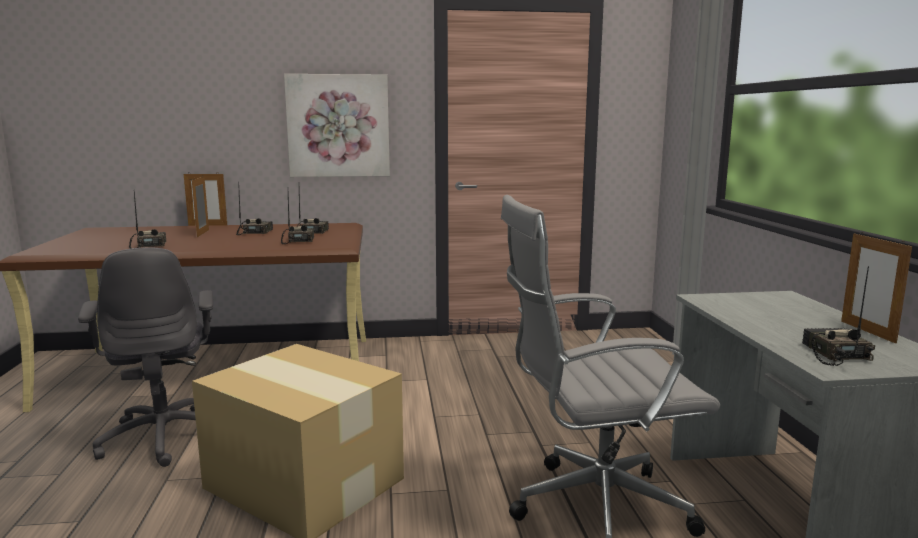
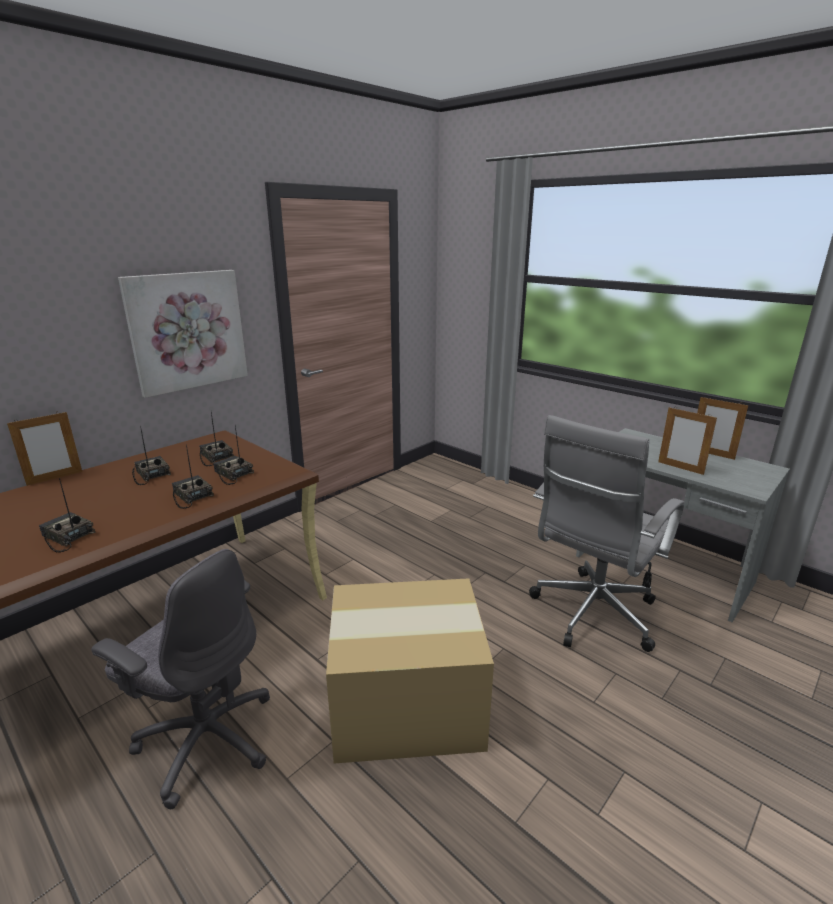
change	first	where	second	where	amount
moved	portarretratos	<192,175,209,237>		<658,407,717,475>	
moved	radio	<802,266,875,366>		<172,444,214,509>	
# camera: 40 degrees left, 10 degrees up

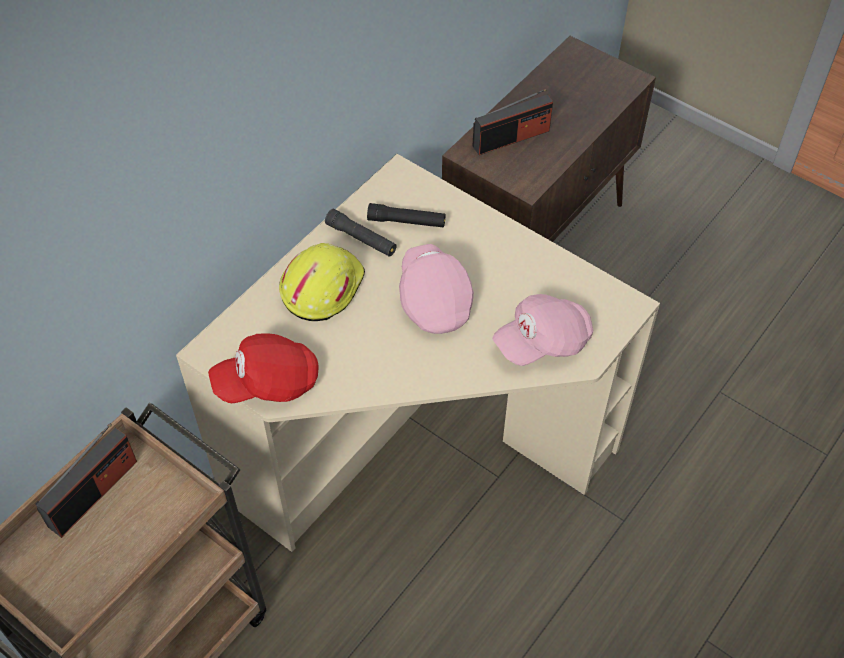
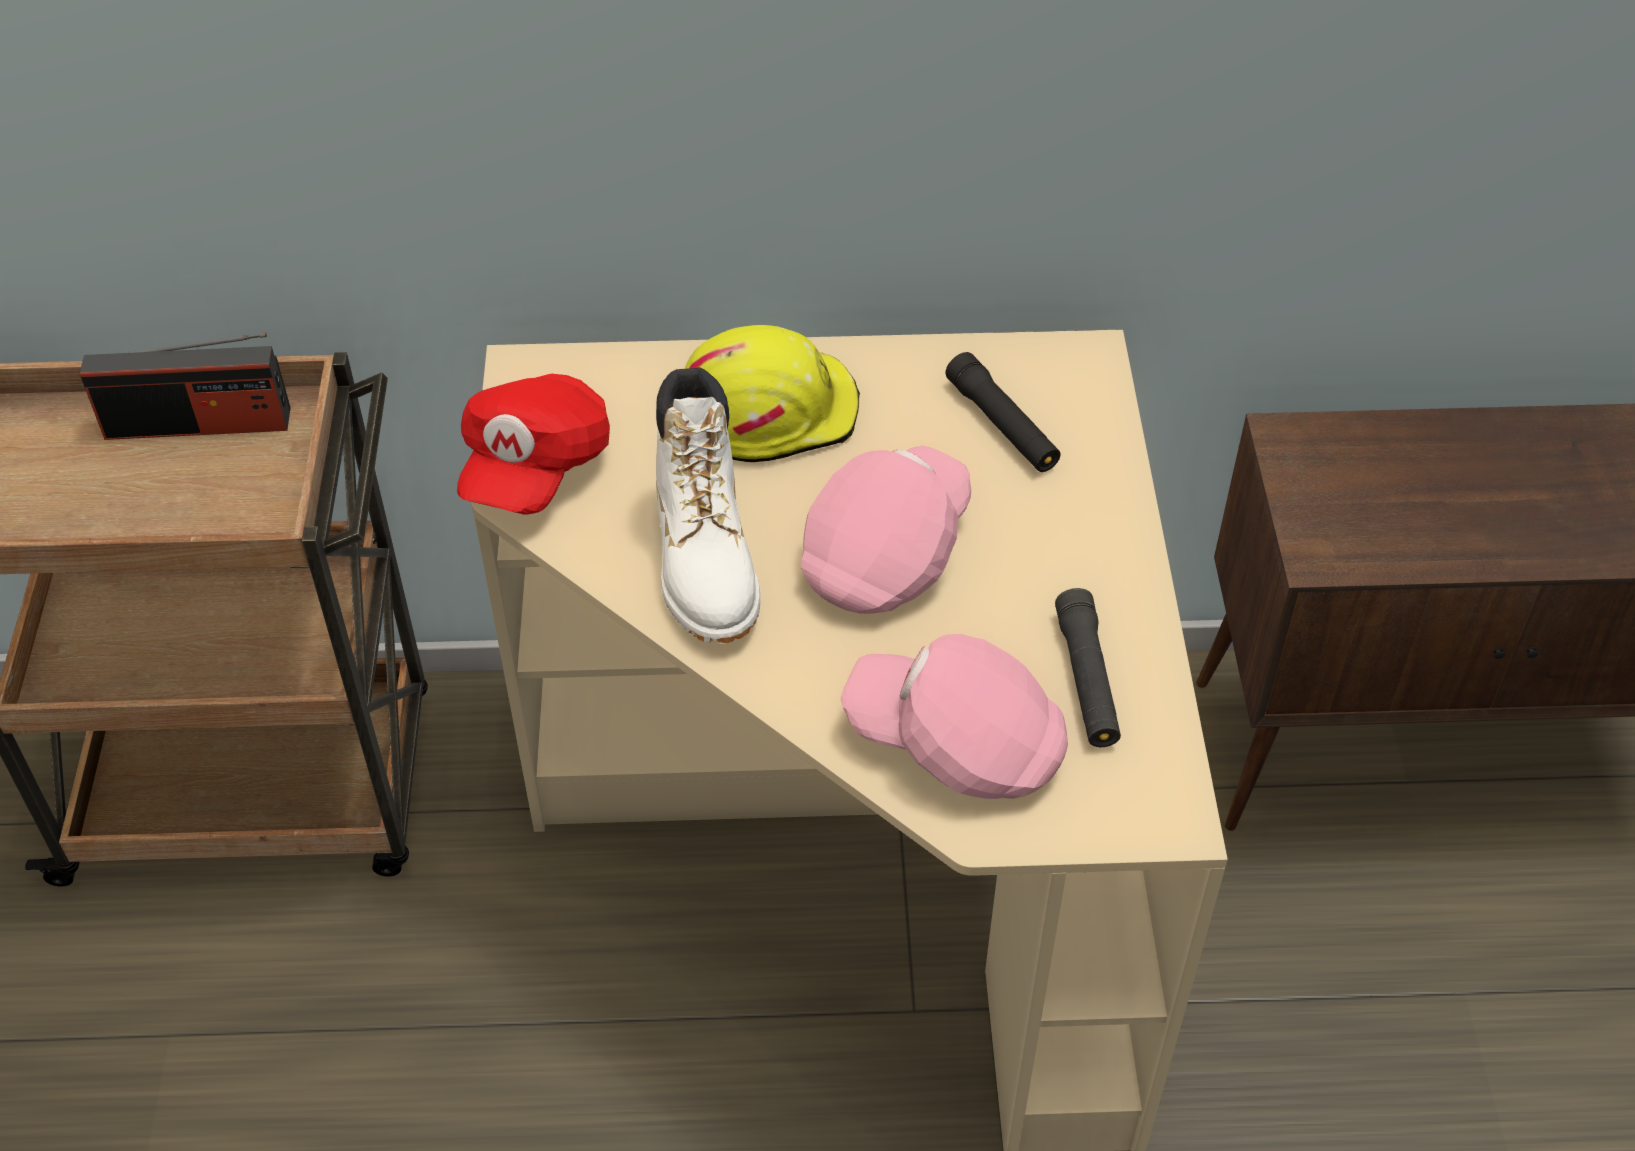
change	first	where	second	where	amount
turned	gorra (rojo)	<208,334,319,403>		<457,374,610,515>	105 degrees counterclockwise
moved	linterna (negro)	<325,209,396,257>		<1055,588,1121,747>	
removed	radio	<472,89,553,155>			
added			bota (blanco)	<656,367,760,644>	
# camera: 50 degrees right, 5 degrees down

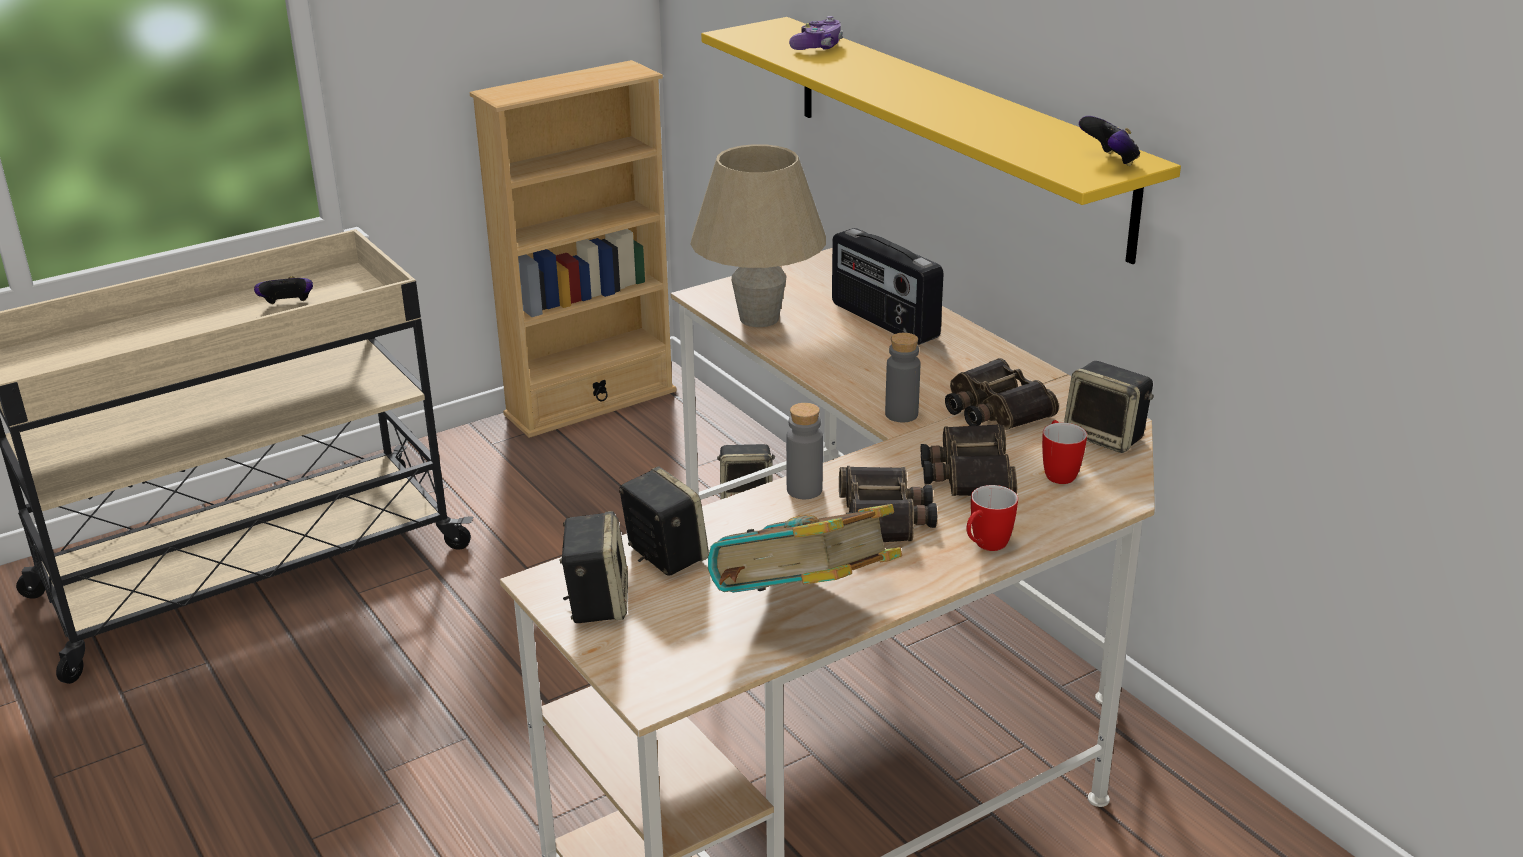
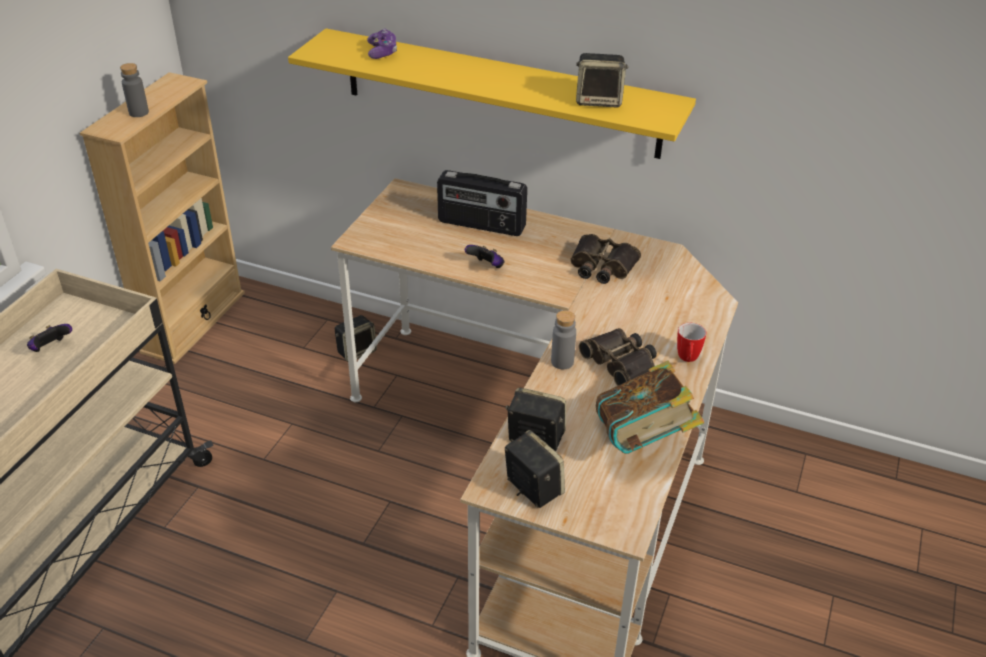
change	first	where	second	where	amount
removed	lámpara de mesa (beis)	<690,144,826,327>			
moved	botella (gris)	<885,333,920,422>		<120,63,149,117>	
removed	prismáticos	<921,424,1017,496>			
removed	taza grande	<1042,420,1087,484>			
moved	altavoz	<1064,361,1154,453>		<576,53,628,107>	
moved	mando de consola	<1079,116,1140,166>		<465,245,504,268>	
# camera: 35 degrees left, 10 degrees up

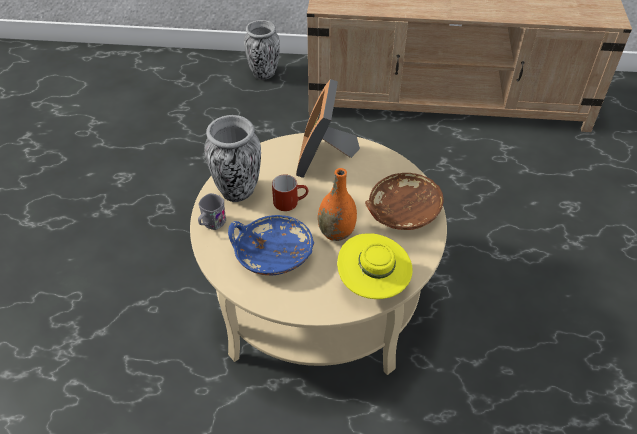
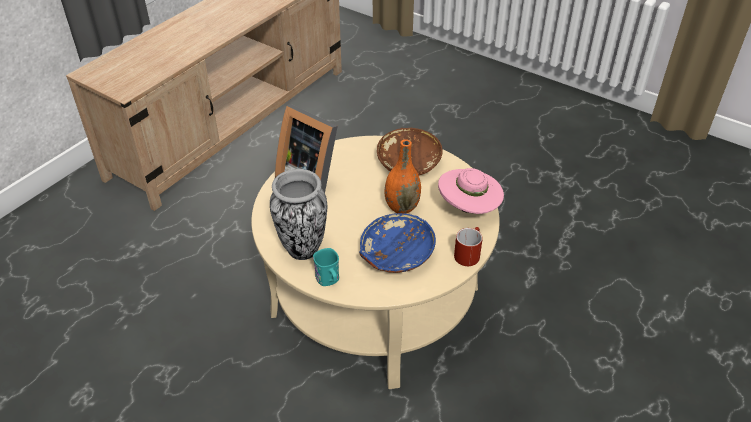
change	first	where	second	where	amount
recoloured	taza grande (gris)	<198,193,226,230>	taza grande (turquesa)	<313,248,339,286>	
removed	florero	<244,20,280,80>			
moved	taza grande (rojo)	<272,174,308,211>		<454,227,483,266>	
recoloured	sombrero (amarillo)	<337,233,413,299>	sombrero (rosa)	<438,168,504,214>	
# camera: 60 degrees left, 5 degrees down

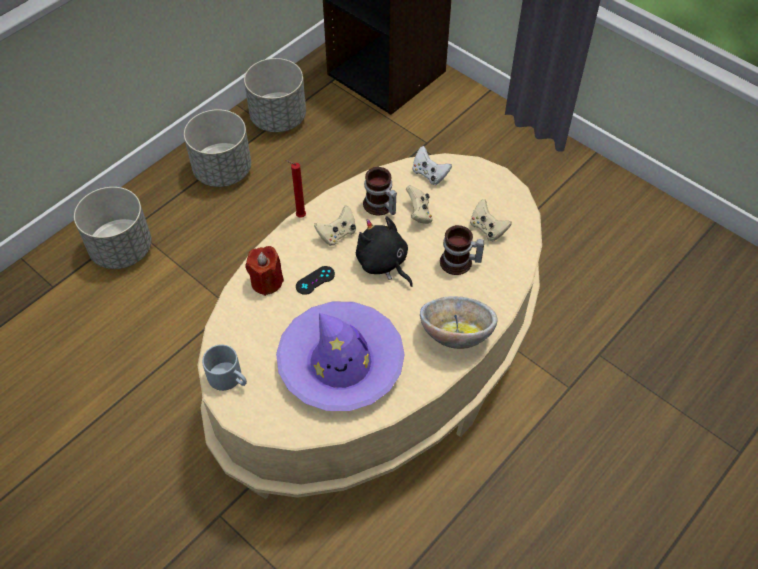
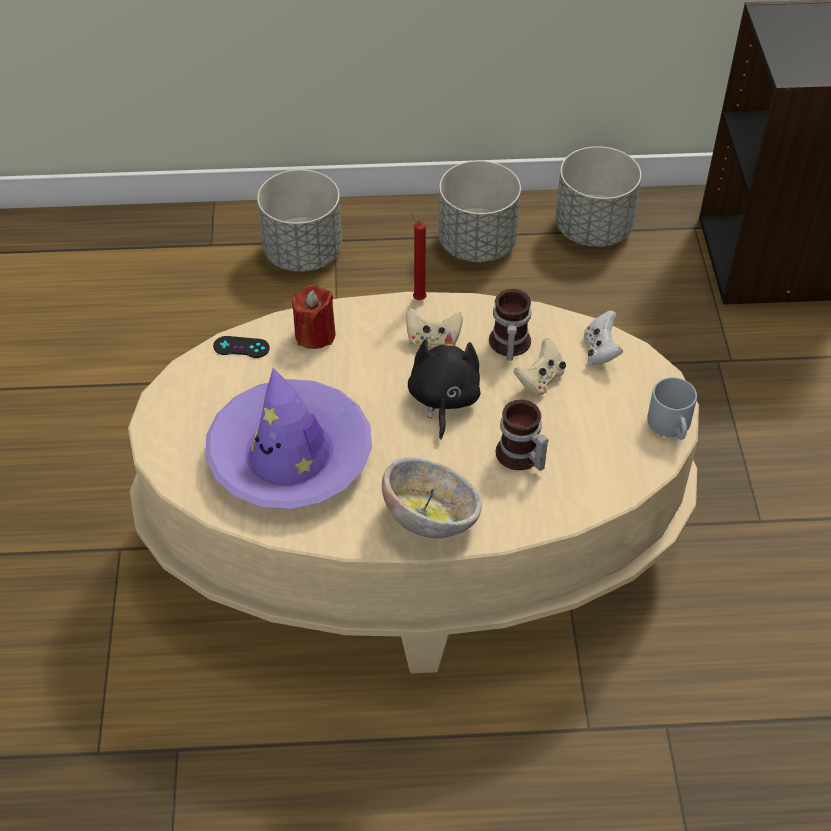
change	first	where	second	where	amount
moved	taza grande (gris)	<202,344,247,391>		<647,377,697,440>	
moved	mando de consola (negro)	<296,266,335,295>		<213,336,270,358>	
removed	mando de consola (beis)	<470,199,512,241>			
# camera: 45 degrees right, 5 degrees down

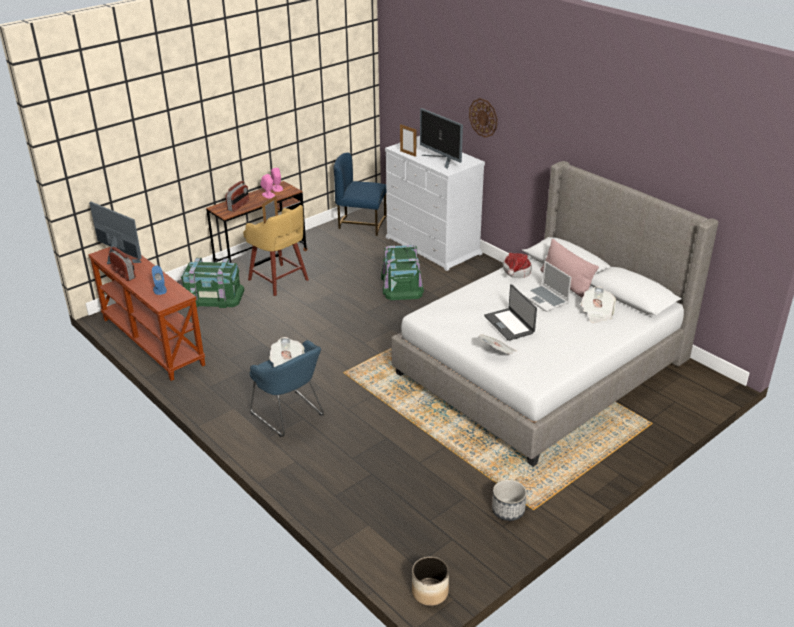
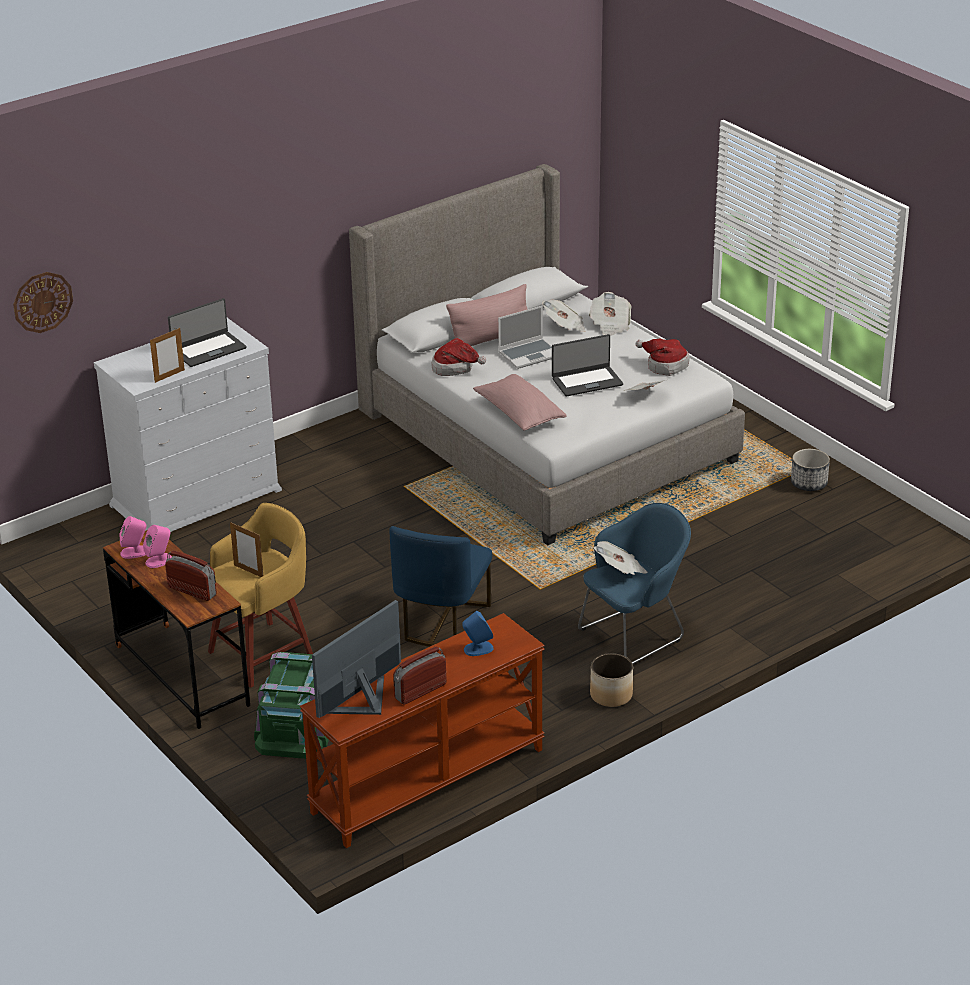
change	first	where	second	where	amount
moved	silla (azul)	<334,153,386,236>		<389,526,492,647>	
removed	caja de almacenaje (verde)	<381,245,424,300>			
moved	maceta	<412,557,449,606>		<590,653,633,707>	
replaced	monitor	<420,108,463,169>	portátil	<168,298,247,367>	
moved	reloj de pared	<469,98,497,138>		<13,272,73,333>	
added			cojín (rosa)	<473,374,567,431>	
added			periódico	<589,292,632,336>	
added			sombrero	<635,338,690,376>	
# camera: 85 degrees left, 0 degrees up

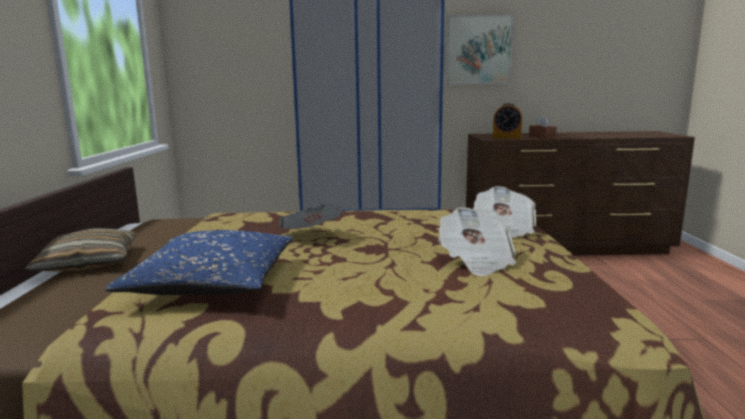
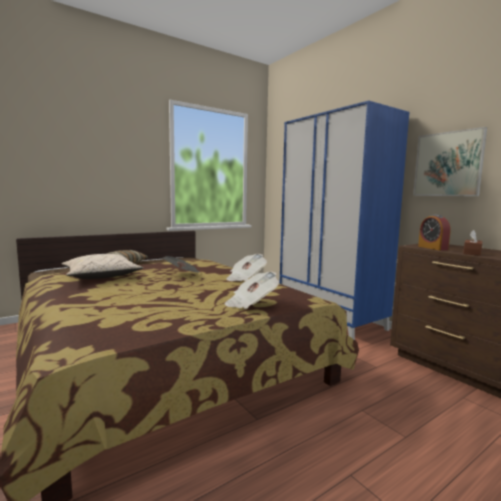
change	first	where	second	where	amount
recoloured	cojín (azul)	<105,230,293,295>	cojín (beis)	<62,254,143,279>	
moved	periódico	<438,207,517,276>		<226,254,267,281>	
# camera: 55 degrees right, 5 degrees down

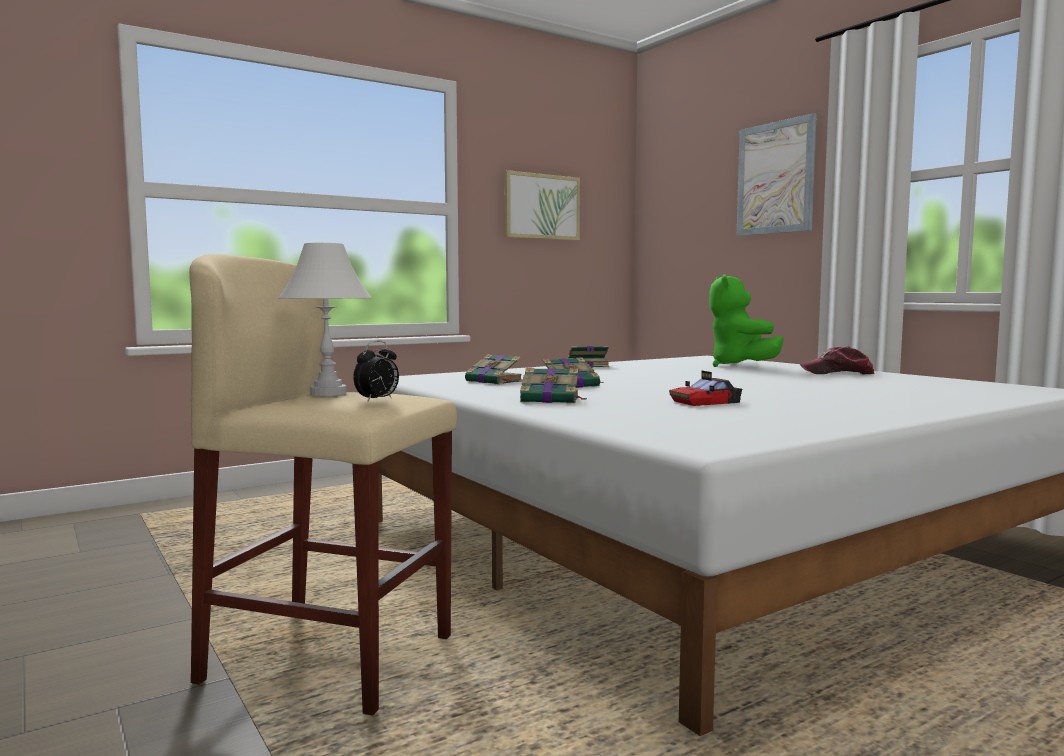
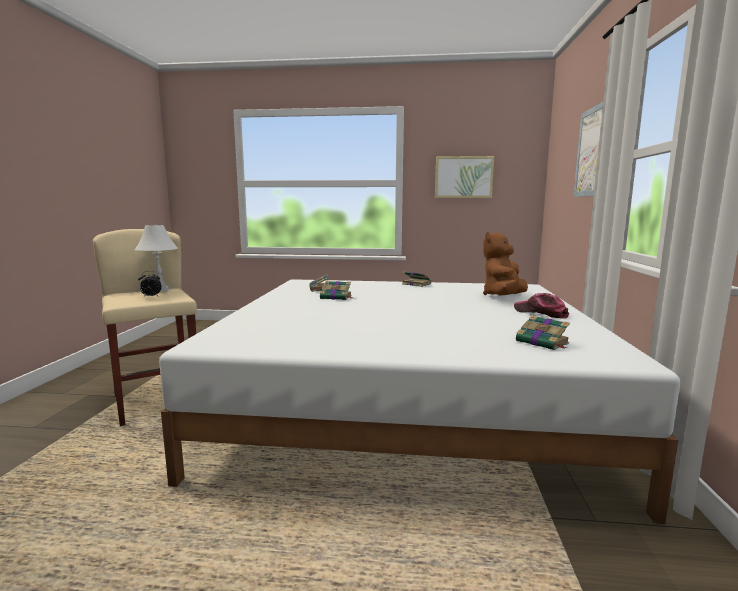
change	first	where	second	where	amount
moved	libro	<520,368,587,403>		<516,315,570,350>	
removed	coche de juguete	<669,371,742,406>			
recoloured	peluche (verde)	<709,274,784,367>	peluche (marrón)	<483,232,528,296>	
# camera: 40 degrees right, 5 degrees up

